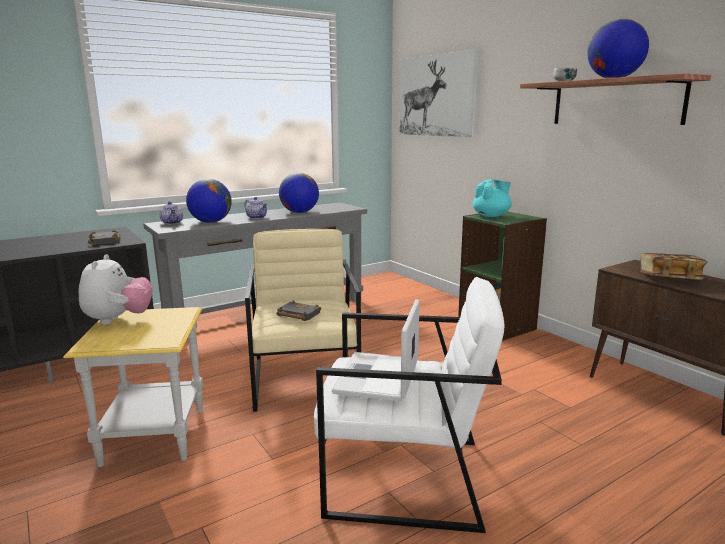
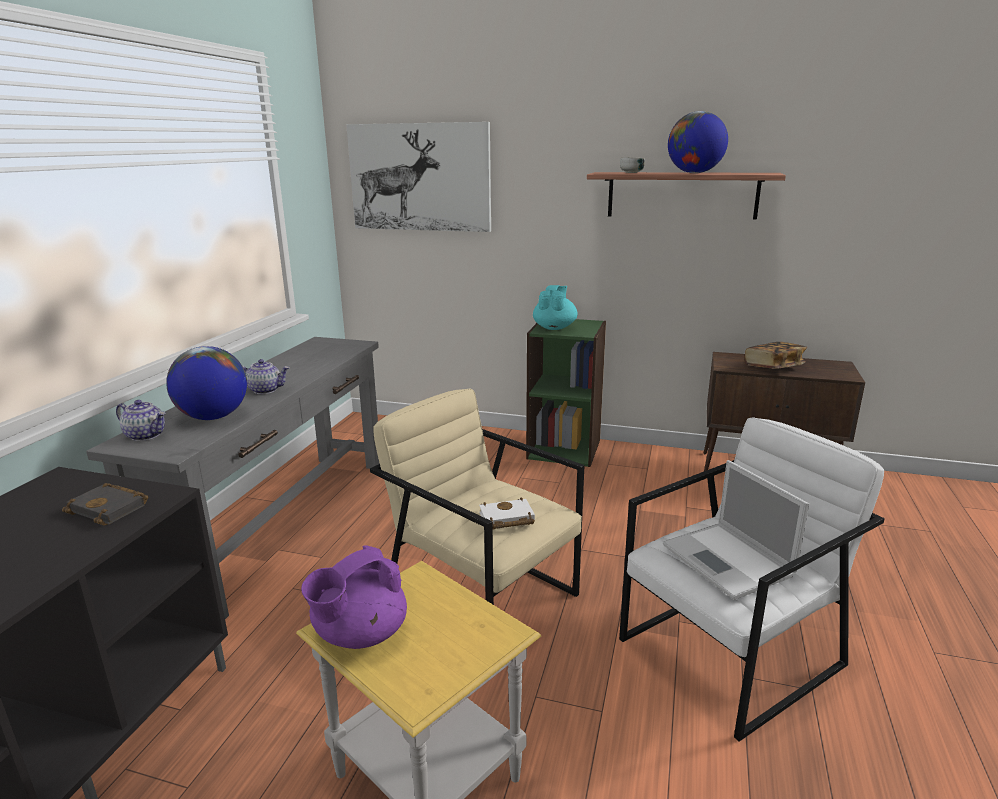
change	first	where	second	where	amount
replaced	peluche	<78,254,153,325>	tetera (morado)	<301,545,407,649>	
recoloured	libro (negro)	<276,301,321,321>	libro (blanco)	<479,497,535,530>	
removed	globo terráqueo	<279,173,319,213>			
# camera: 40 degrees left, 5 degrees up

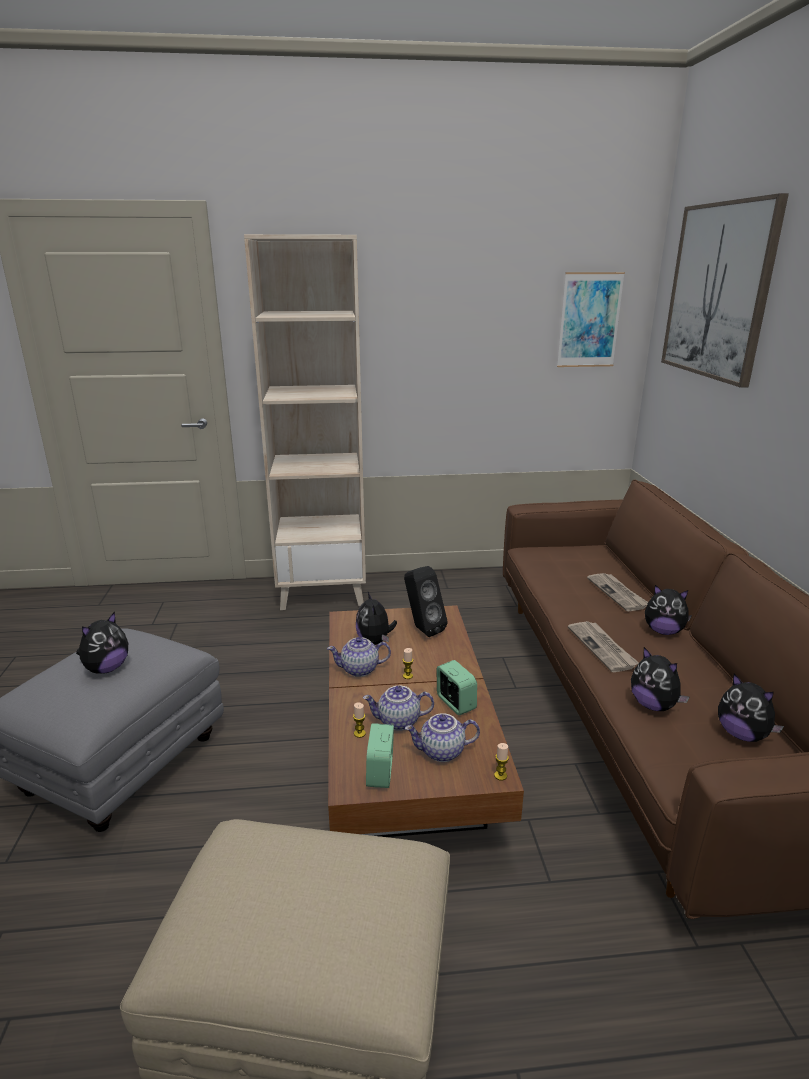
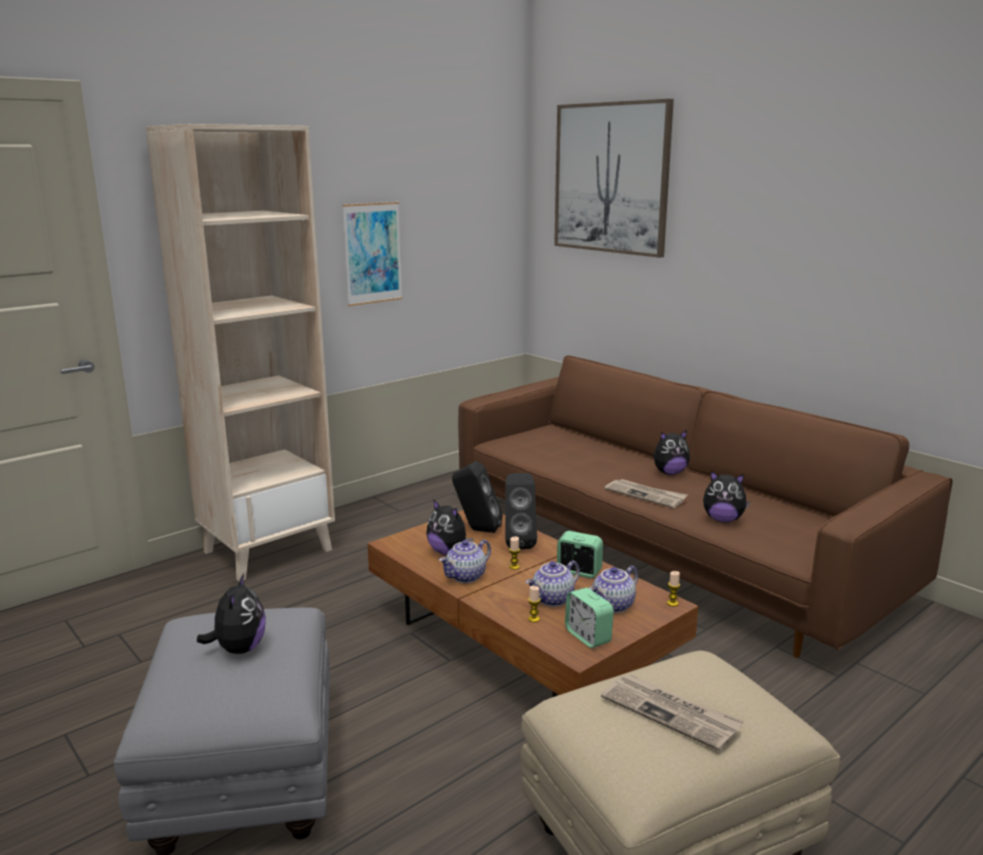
change	first	where	second	where	amount
moved	cuadro	<557,272,625,367>		<342,202,403,306>	
moved	periódico	<587,573,648,612>		<601,674,744,751>	
removed	peluche	<718,674,784,742>			
added			altavoz (negro)	<505,473,537,549>	
# camera: 35 degrees left, 5 degrees down

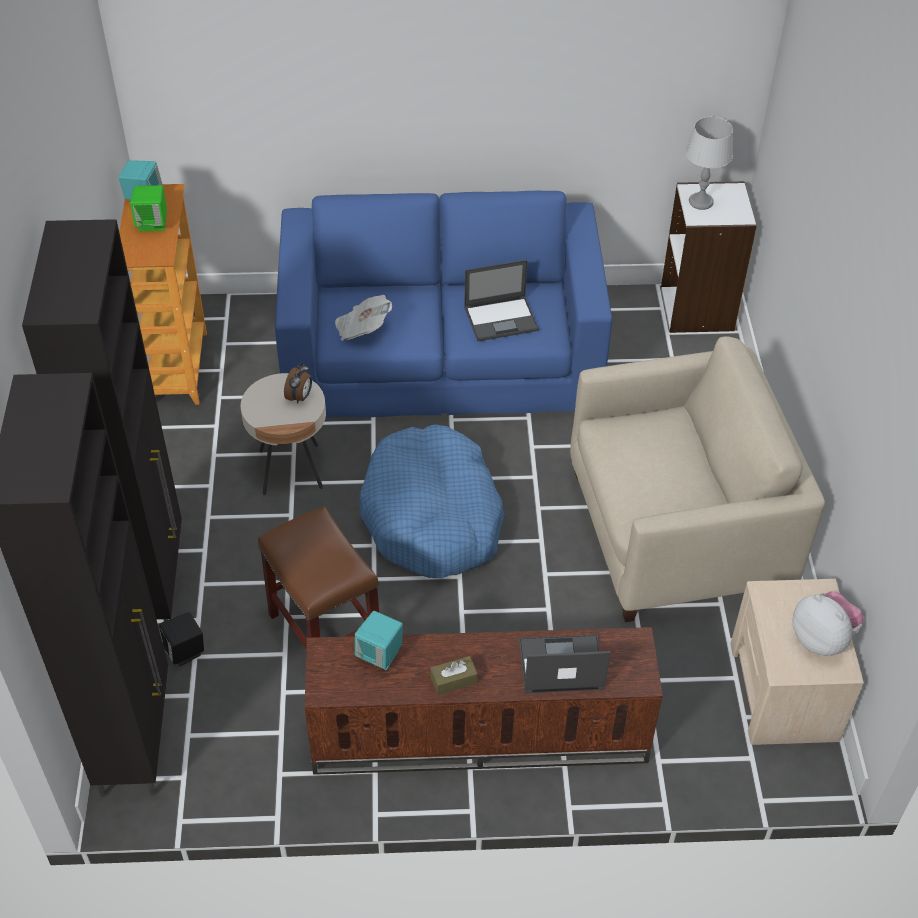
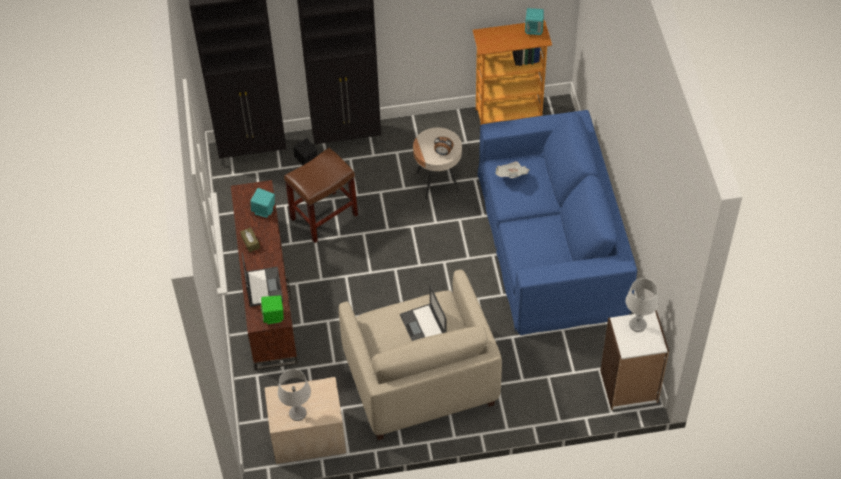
change	first	where	second	where	amount
moved	altavoz (verde)	<130,185,167,231>		<261,295,283,324>	
removed	cama para perro (azul)	<359,424,505,578>			
moved	portátil	<464,260,539,342>		<400,285,447,341>	
replaced	peluche	<792,591,864,656>	lámpara de mesa (gris)	<278,369,311,421>	
# camera: 85 degrees right, 5 degrees up

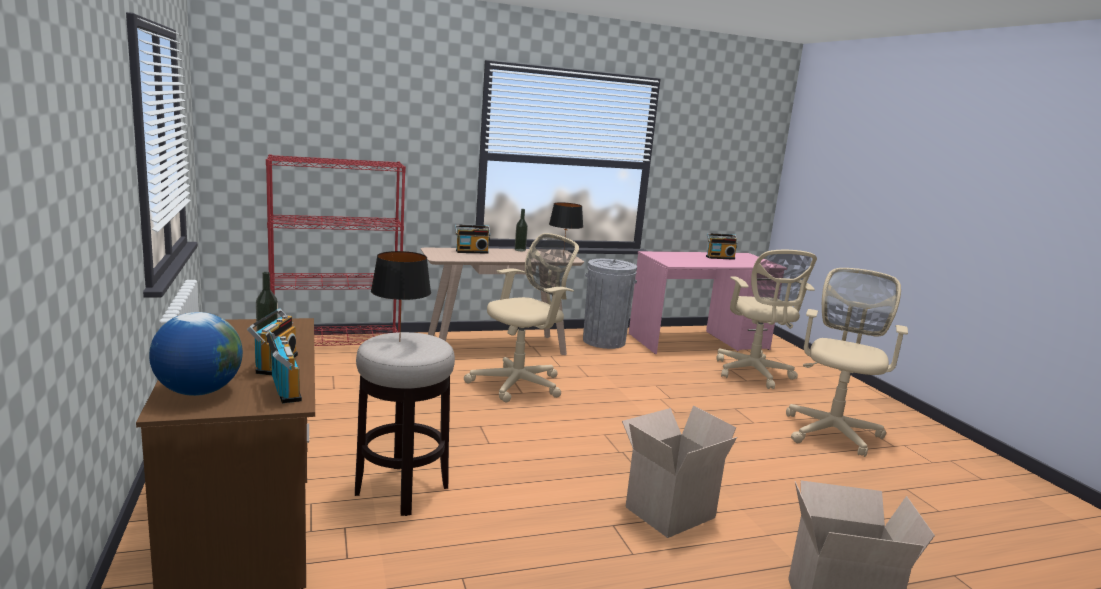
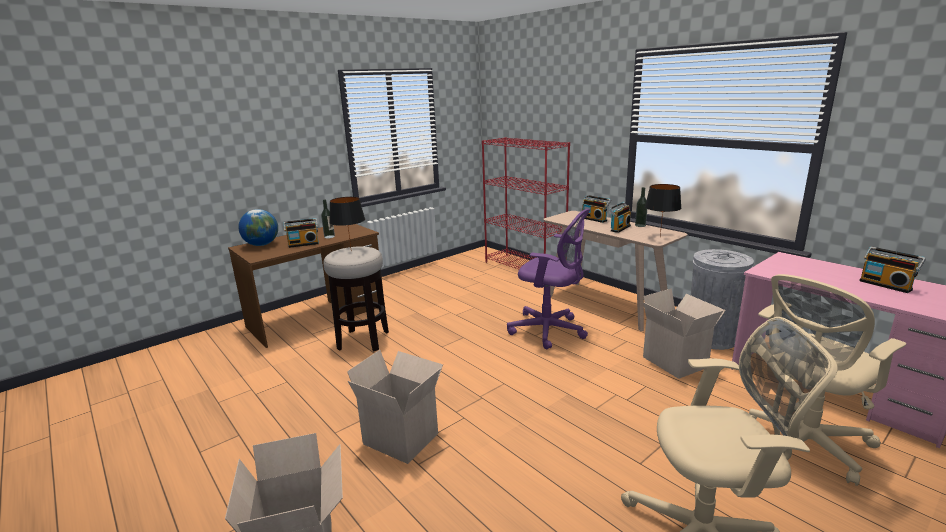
change	first	where	second	where	amount
moved	radio	<266,331,302,403>		<609,202,631,233>	
recoloured	silla de oficina (beis)	<464,233,579,403>	silla de oficina (morado)	<507,209,590,350>	
added			caja de cartón	<643,288,726,379>	
# camera: 70 degrees right, 5 degrees up

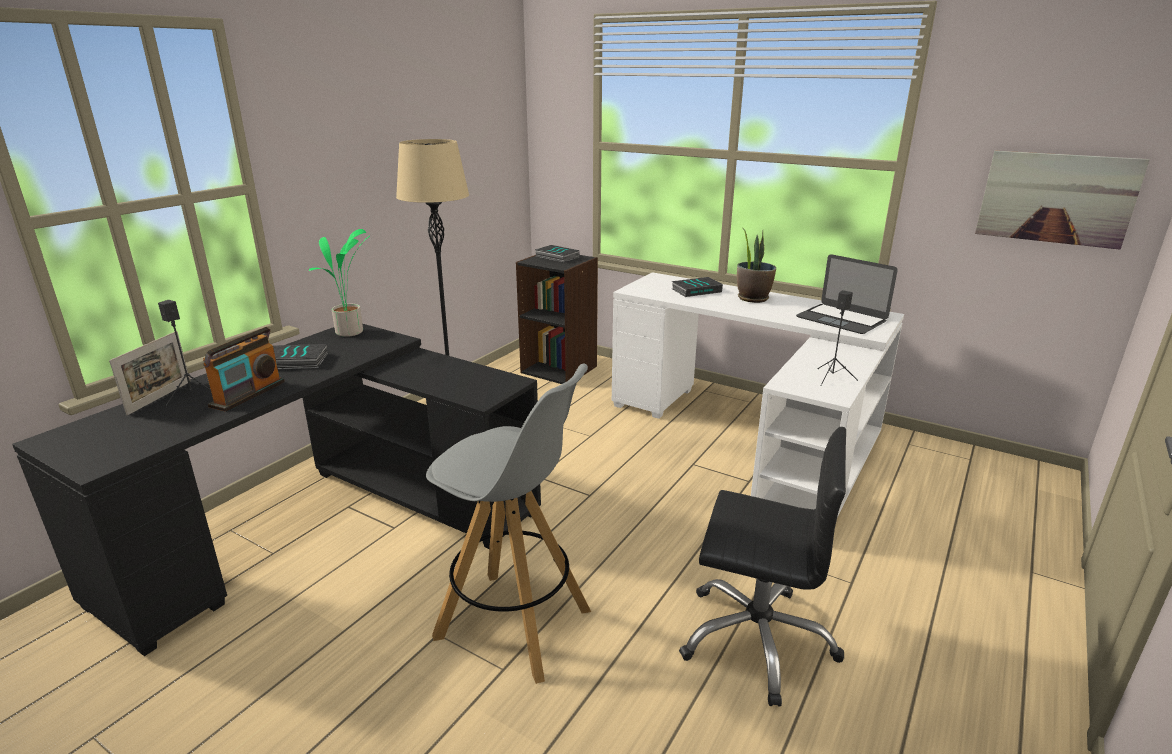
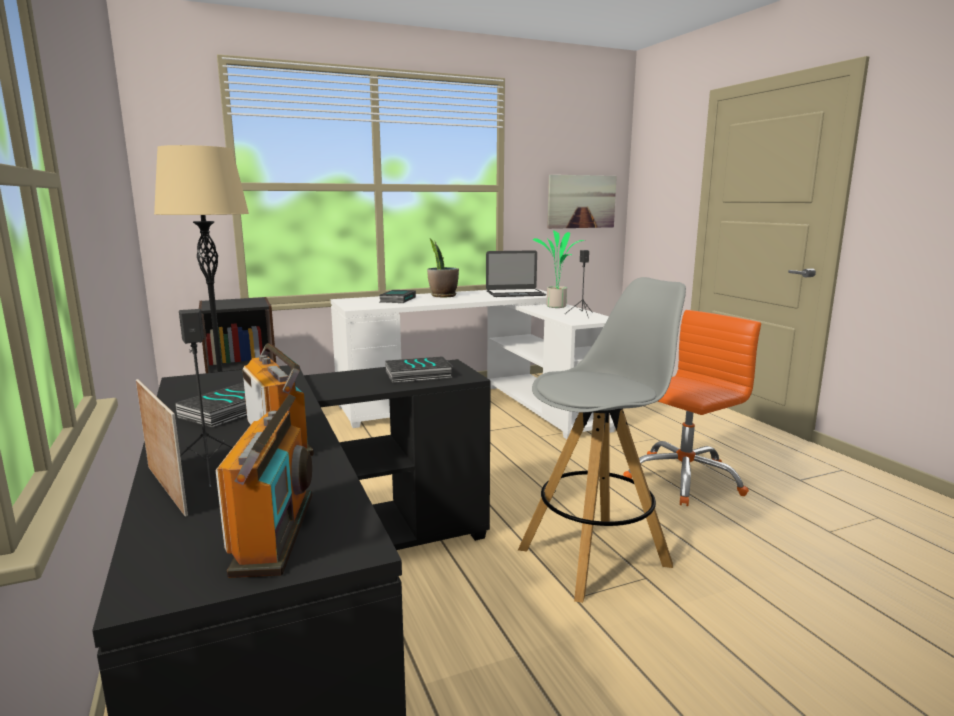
change	first	where	second	where	amount
moved	planta en maceta	<309,229,370,337>		<533,230,586,308>	
moved	libro	<535,245,580,263>		<385,356,453,383>	
recoloured	silla de oficina (negro)	<679,427,846,706>	silla de oficina (naranja)	<623,310,761,506>	
added			radio	<216,394,312,578>	
# camera: 55 degrees left, 10 degrees down

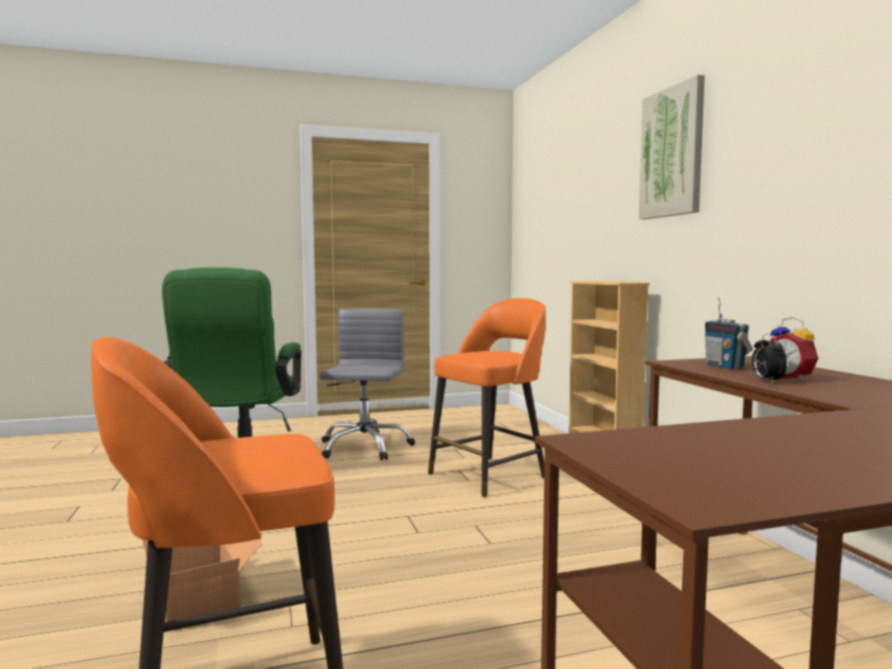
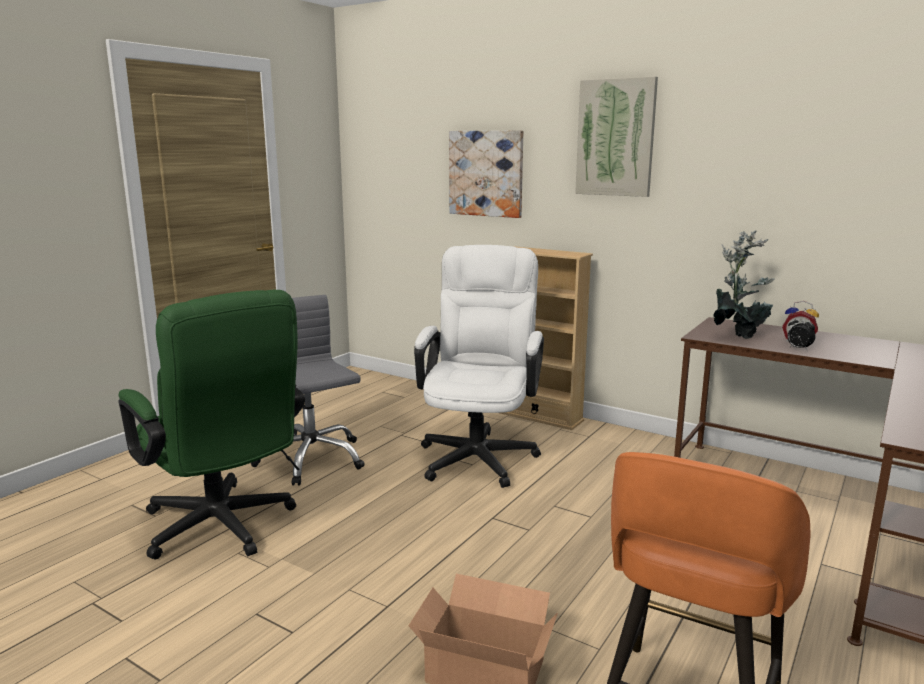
change	first	where	second	where	amount
replaced	taburete (naranja)	<428,298,546,497>	silla de oficina (blanco)	<414,245,544,488>	
replaced	radio	<705,297,753,369>	planta en maceta	<713,230,775,339>	
added			cuadro	<449,130,523,218>	
# camera: 40 degrees left, 10 degrees up

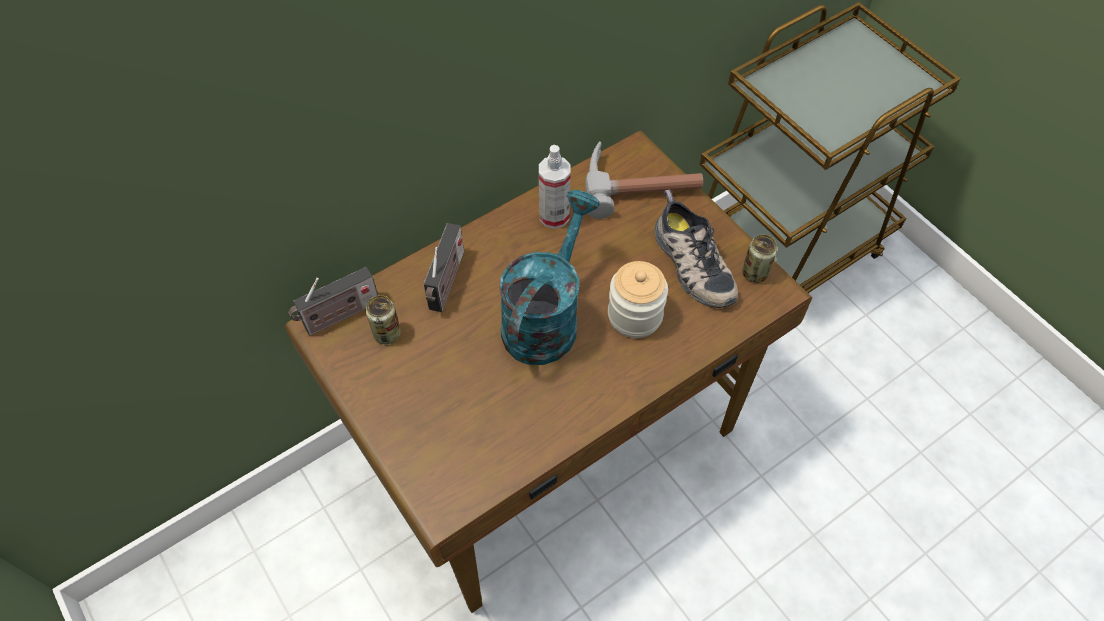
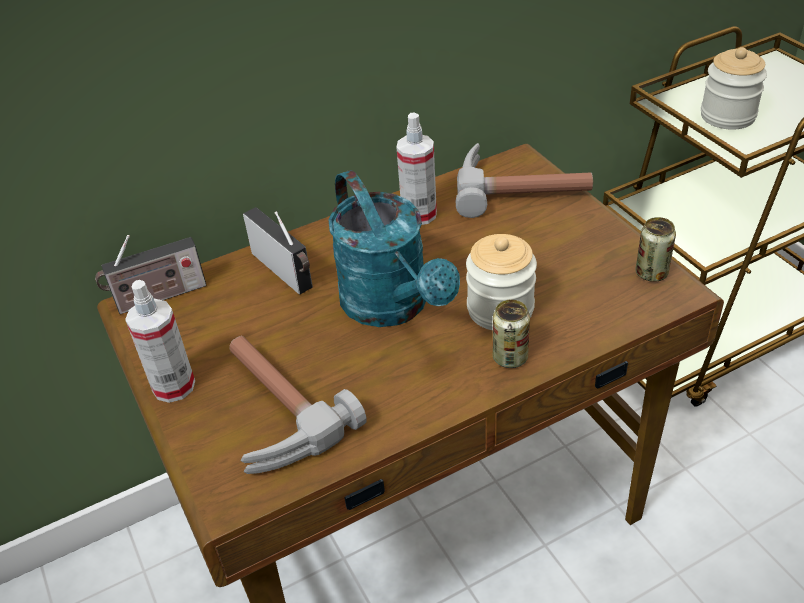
change	first	where	second	where	amount
moved	lata	<366,295,401,344>		<493,300,530,368>	
turned	radio	<424,223,464,312>		<243,207,313,295>	60 degrees counterclockwise
turned	regadera (turquesa)	<499,190,600,365>		<329,170,460,327>	120 degrees clockwise
removed	zapato	<655,189,738,308>			
added			pulverizador	<125,280,195,403>	
added			martillo	<230,336,367,474>	
added			tarro	<701,47,767,130>	
# camera: 10 degrees right, 15 degrees down

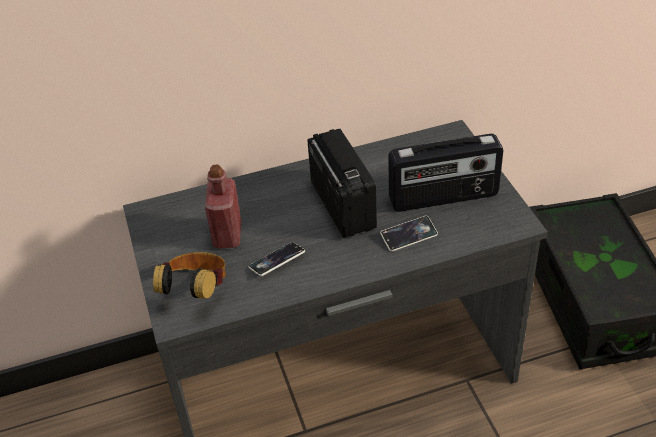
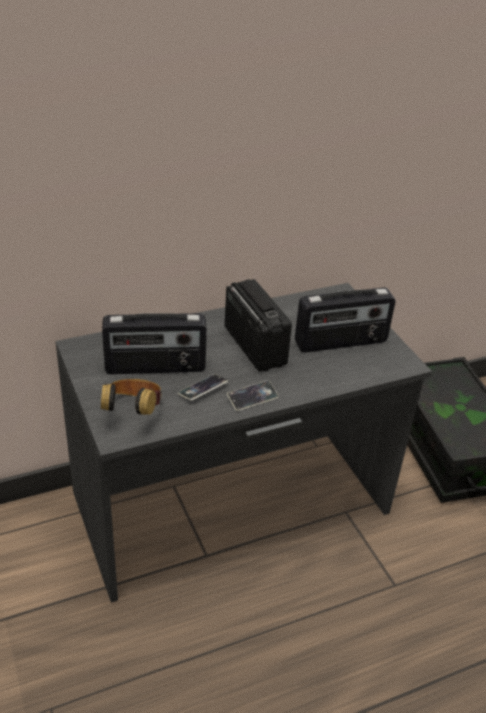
change	first	where	second	where	amount
replaced	botella (rojo)	<205,165,241,248>	radio	<102,313,207,374>	
moved	móvil	<380,216,438,252>		<227,380,279,411>	
# camera: 10 degrees left, 5 degrees down

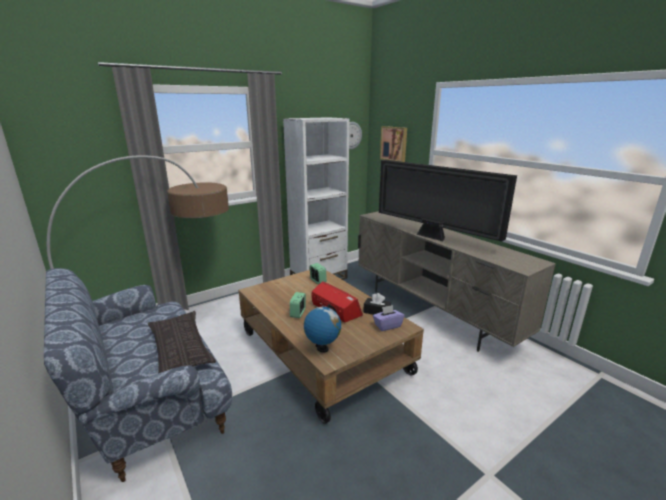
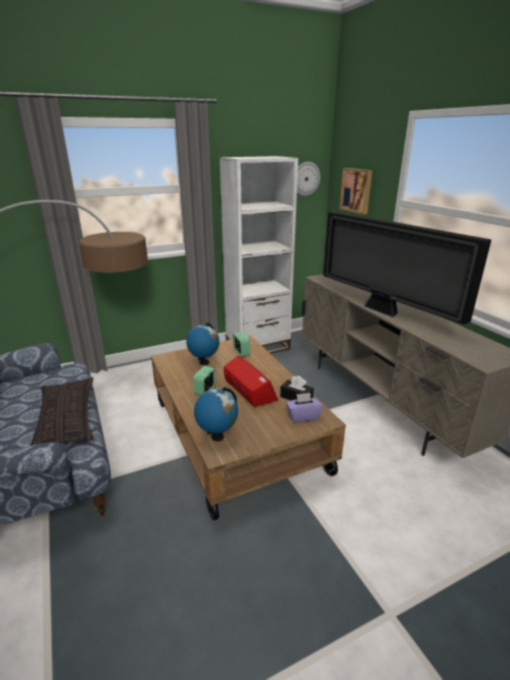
change	first	where	second	where	amount
added			globo terráqueo	<186,323,219,365>	
# camera: 10 degrees right, 5 degrees up

